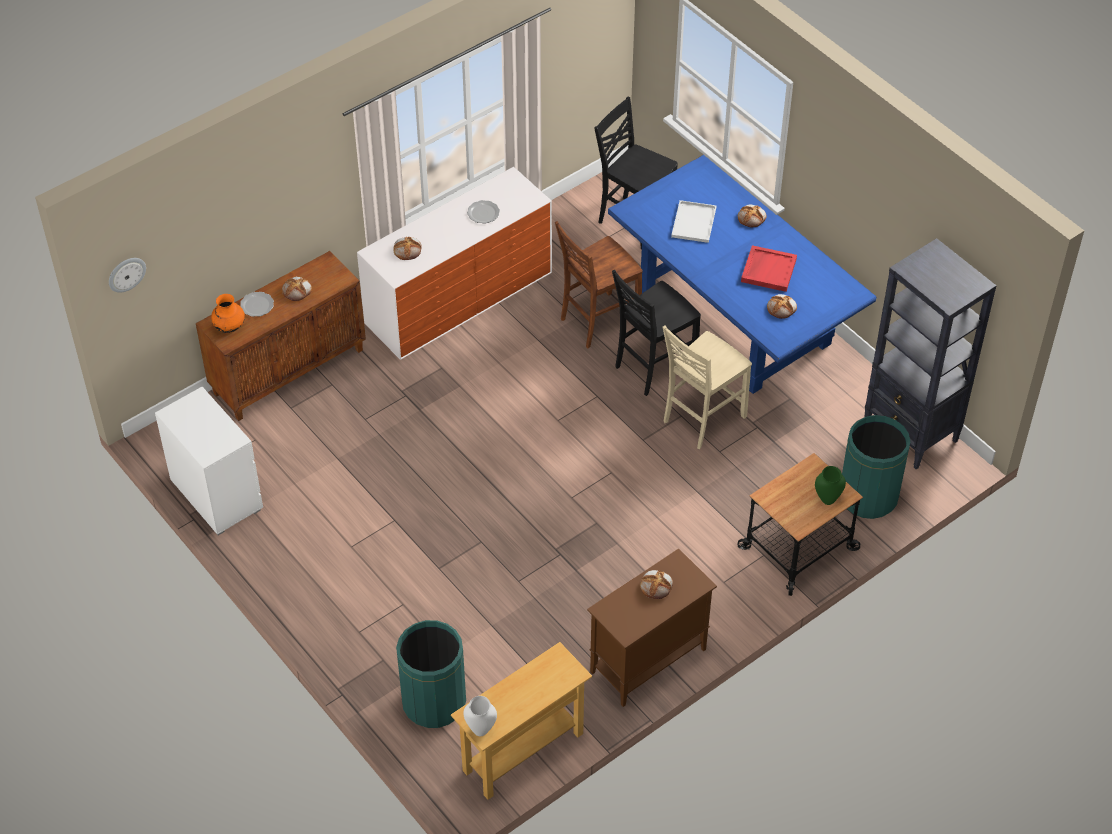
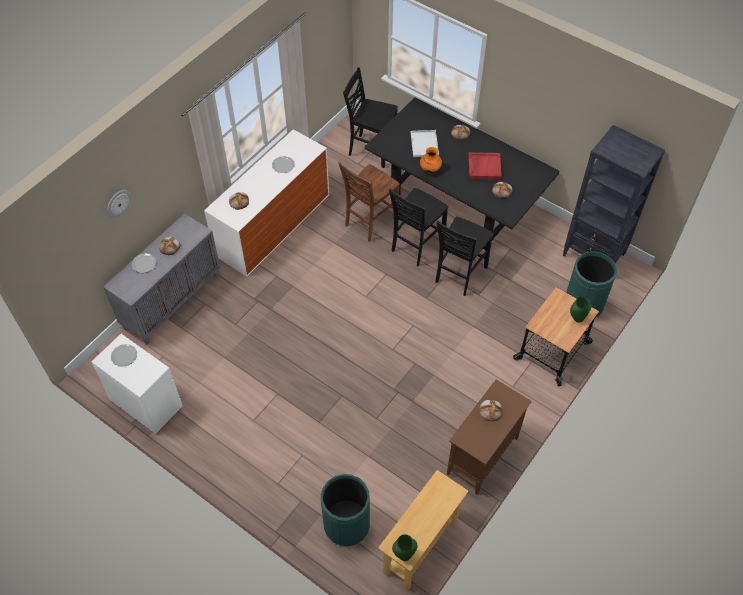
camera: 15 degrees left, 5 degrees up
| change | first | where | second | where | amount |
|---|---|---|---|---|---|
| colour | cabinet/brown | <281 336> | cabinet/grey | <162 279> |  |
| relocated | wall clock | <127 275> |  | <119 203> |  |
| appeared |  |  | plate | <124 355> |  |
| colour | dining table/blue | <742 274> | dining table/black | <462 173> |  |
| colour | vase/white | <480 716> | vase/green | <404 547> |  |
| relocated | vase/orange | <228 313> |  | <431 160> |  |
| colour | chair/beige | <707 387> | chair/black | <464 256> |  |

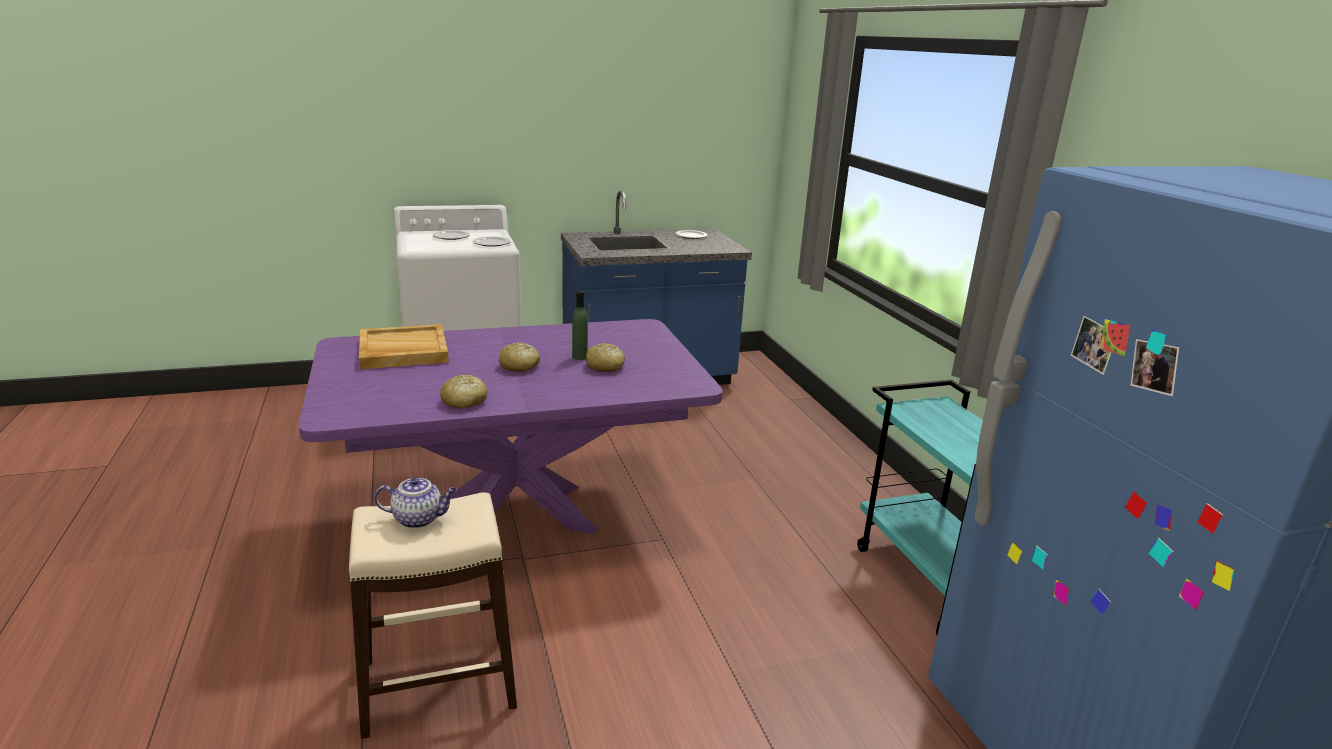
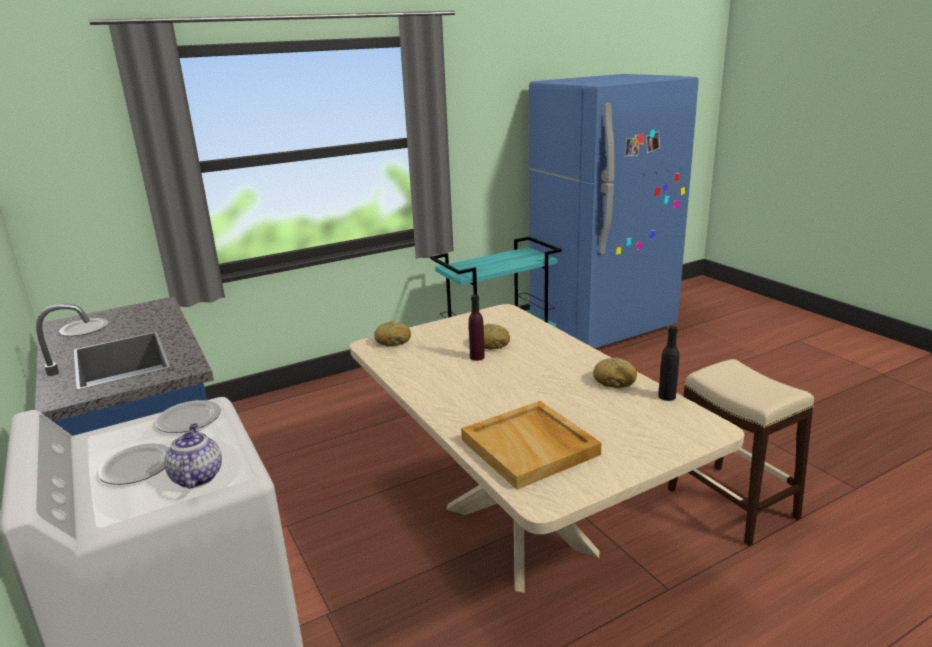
camera: 100 degrees left, 0 degrees up
| change | first | where | second | where | amount |
|---|---|---|---|---|---|
| relocated | teapot | <415 502> |  | <193 456> |  |
| colour | dining table/purple | <511 426> | dining table/beige | <547 448> |  |
| relocated | bread | <519 357> |  | <392 333> |  |
| colour | bottle/green | <580 325> | bottle/purple | <477 328> |  |
| appeared |  |  | bottle/black | <668 363> |  |

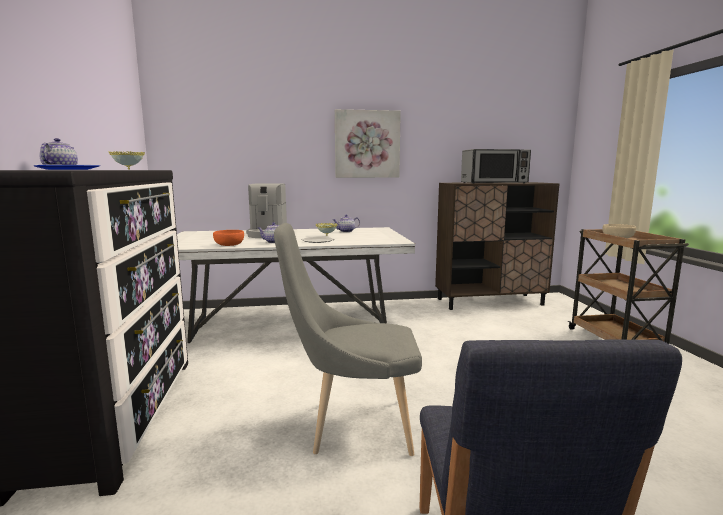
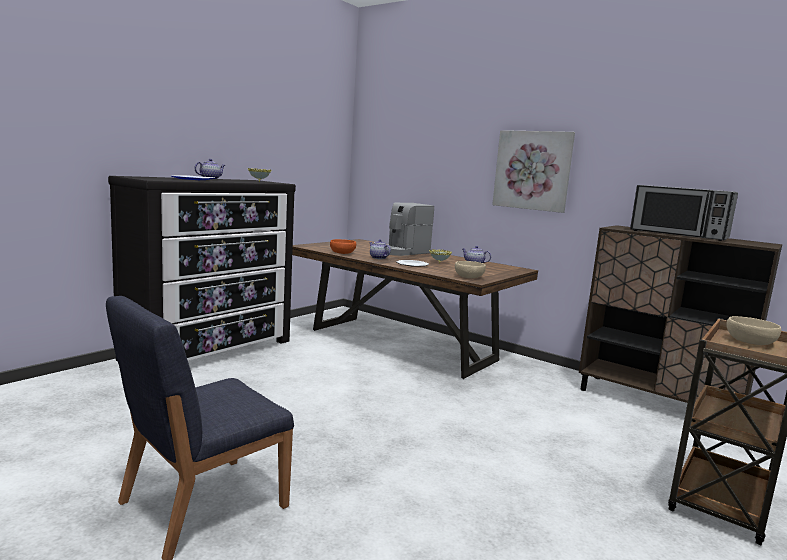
camera: 45 degrees right, 0 degrees up
| change | first | where | second | where | amount |
|---|---|---|---|---|---|
| colour | dining table/white | <296 285> | dining table/brown | <415 309> |  |
| appeared |  |  | bowl/beige | <470 269> |  |
| missing | chair/grey | <348 339> |  |  |  |

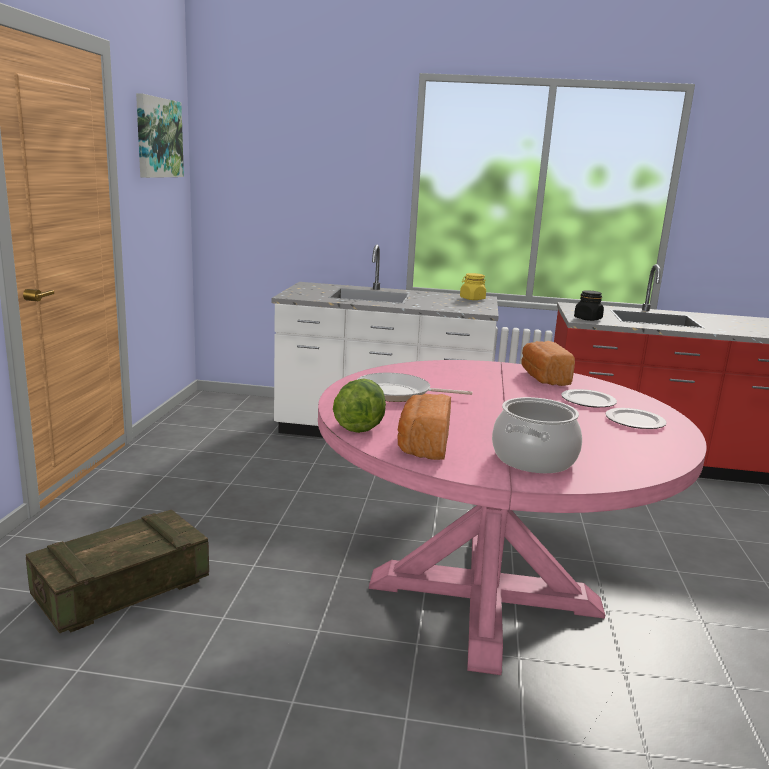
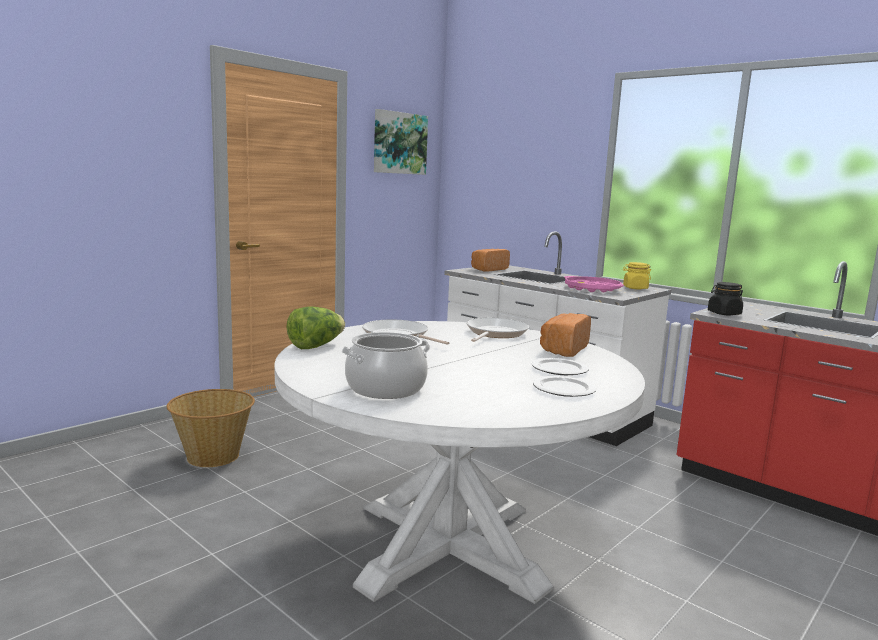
camera: 35 degrees right, 5 degrees down
| change | first | where | second | where | amount |
|---|---|---|---|---|---|
| exchanged | crate | <117 571> | basket | <211 428> |  |
| colour | dining table/pink | <512 517> | dining table/white | <460 462> |  |
| appeared |  |  | frying pan | <497 329> |  |
| relocated | bread | <424 427> |  | <490 260> |  |
| appeared |  |  | tray/pink | <594 284> |  |

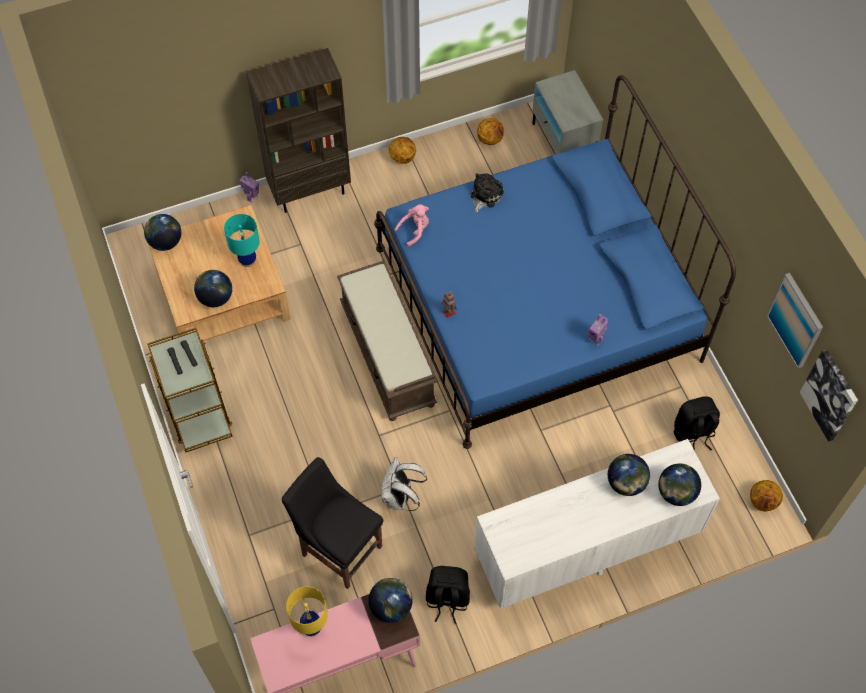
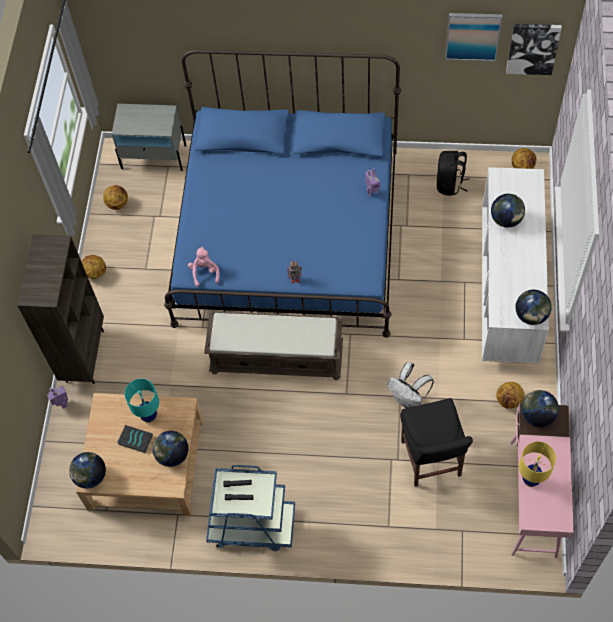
camera: 60 degrees left, 0 degrees up
| change | first | where | second | where | amount |
|---|---|---|---|---|---|
| appeared |  |  | book | <135 439> |  |
| colour | cart/brown | <190 390> | cart/blue | <250 508> |  |
| spun | chair/black | <332 523> |  | <436 442> | 75 degrees counterclockwise |
| exchanged | backpack/black | <448 595> | basketball | <510 395> |  |
| relocated | globe | <679 485> |  | <533 307> |  |
| missing | plush toy | <487 193> |  |  |  |

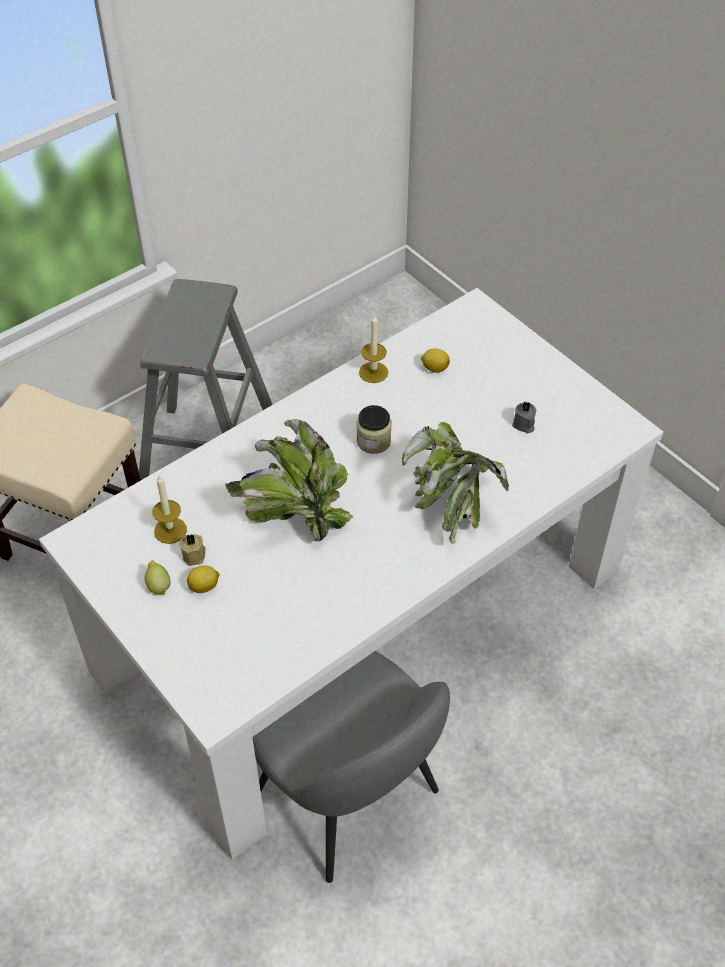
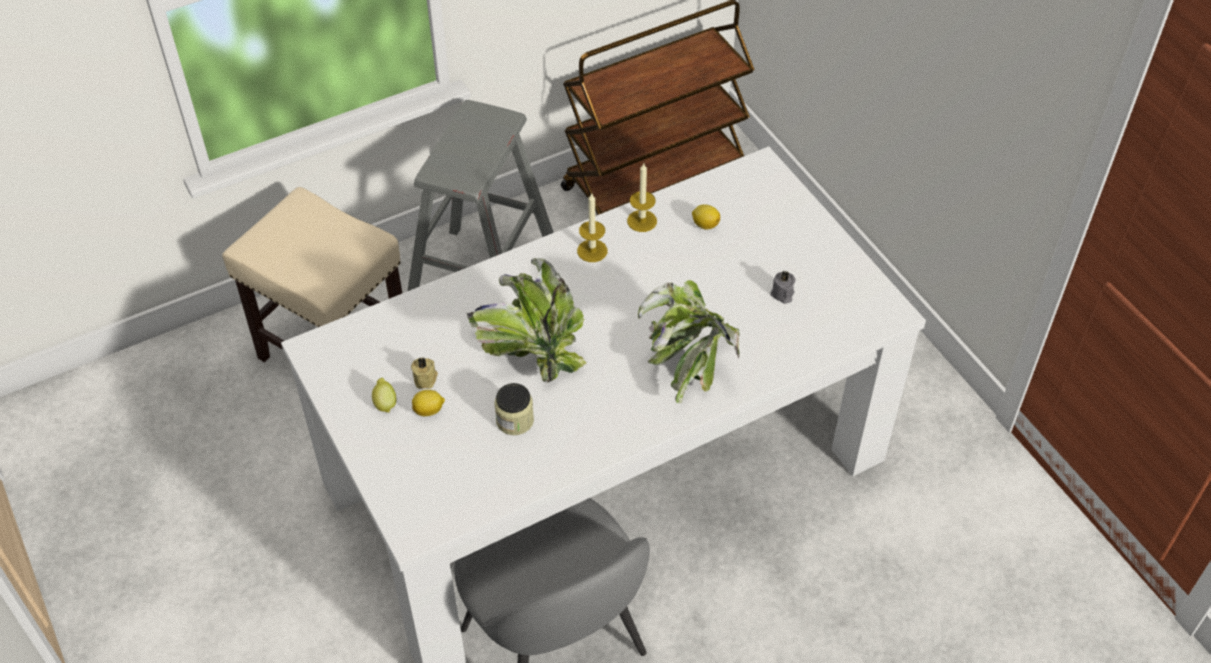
camera: 10 degrees right, 0 degrees up
| change | first | where | second | where | amount |
|---|---|---|---|---|---|
| relocated | jar | <374 429> |  | <514 409> |  |
| appeared |  |  | cart/brown | <658 107> |  |
| relocated | candle | <169 509> |  | <592 228> |  |

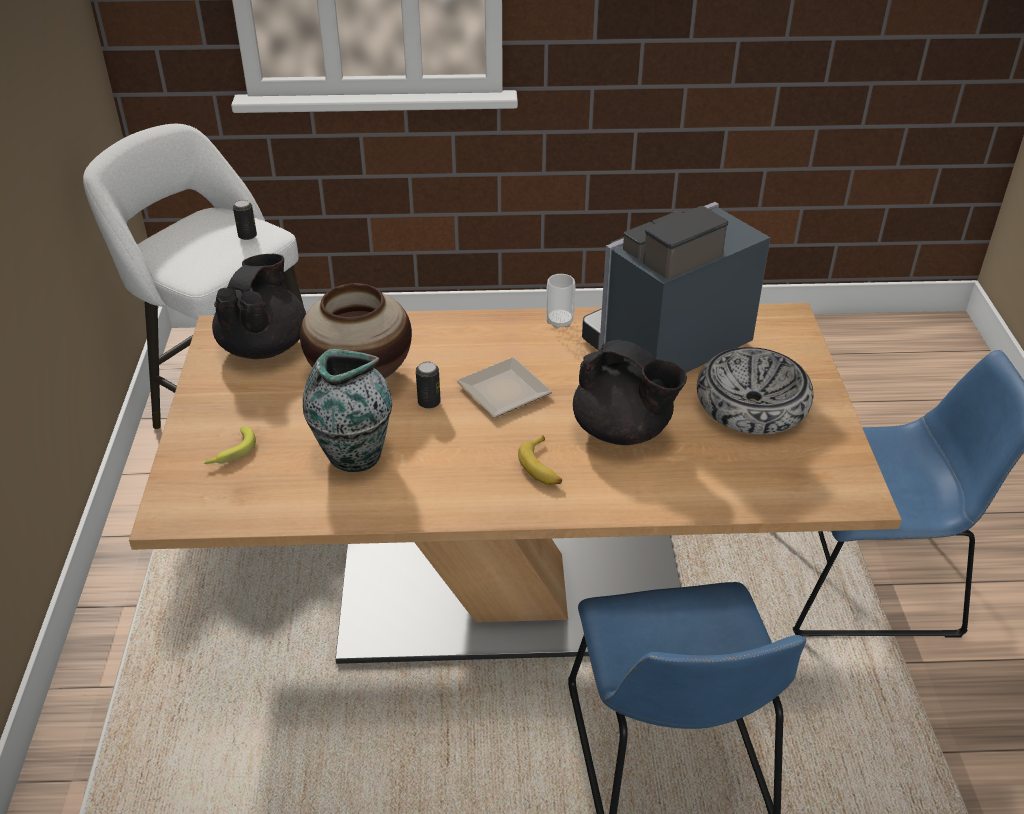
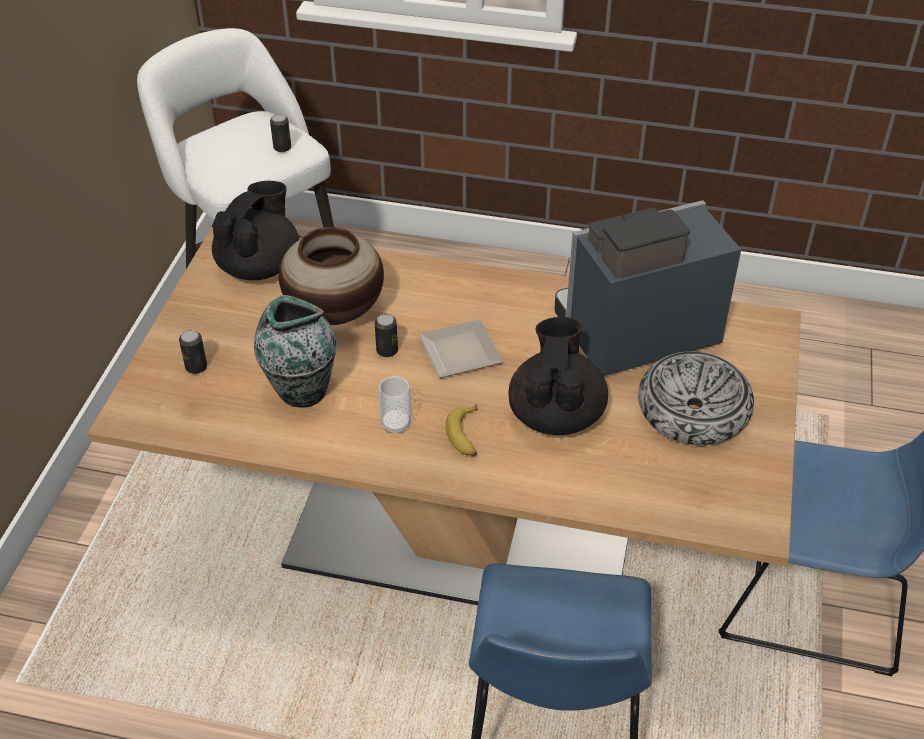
camera: 15 degrees right, 5 degrees up
| change | first | where | second | where | amount |
|---|---|---|---|---|---|
| exchanged | banana | <230 445> | can | <193 352> |  |
| relocated | cup | <561 301> |  | <395 405> |  |
| spun | teapot/black | <630 392> |  | <558 376> | 135 degrees counterclockwise |

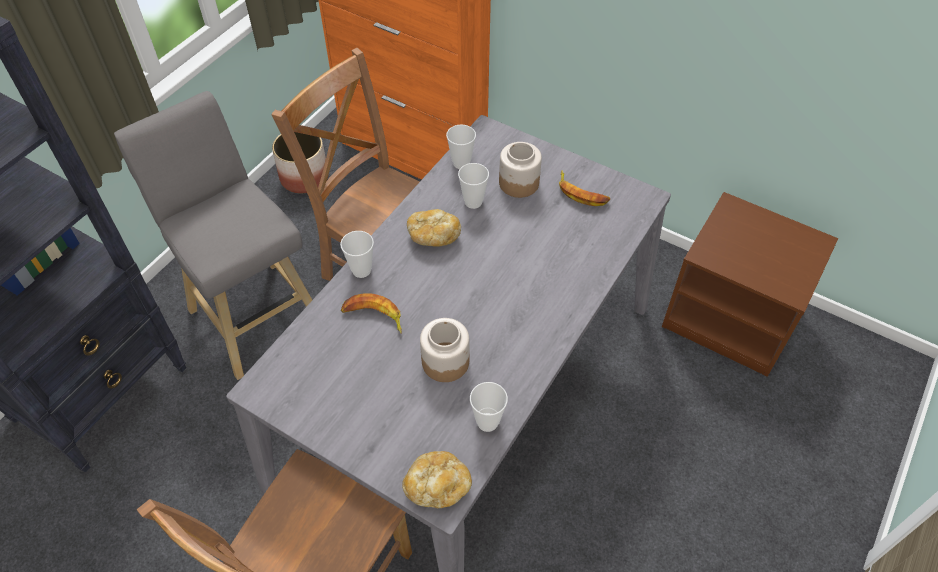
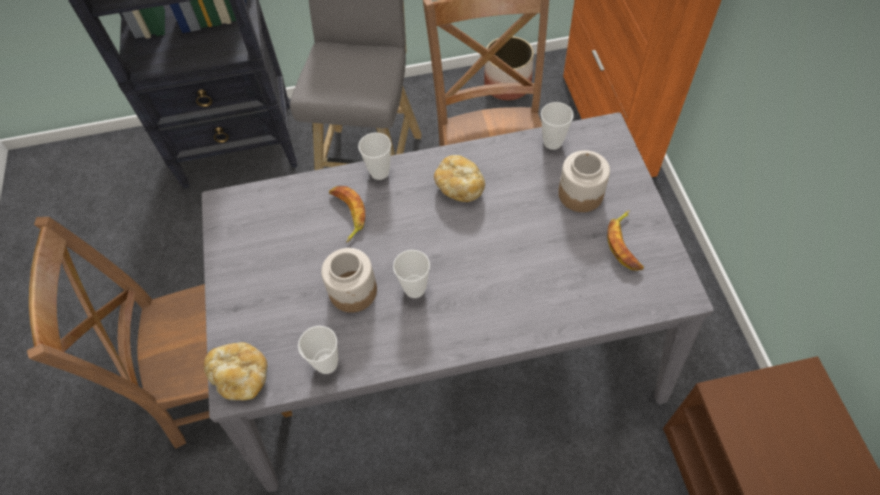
camera: 50 degrees right, 5 degrees up
| change | first | where | second | where | amount |
|---|---|---|---|---|---|
| relocated | cup | <473 186> |  | <411 274> |  |

